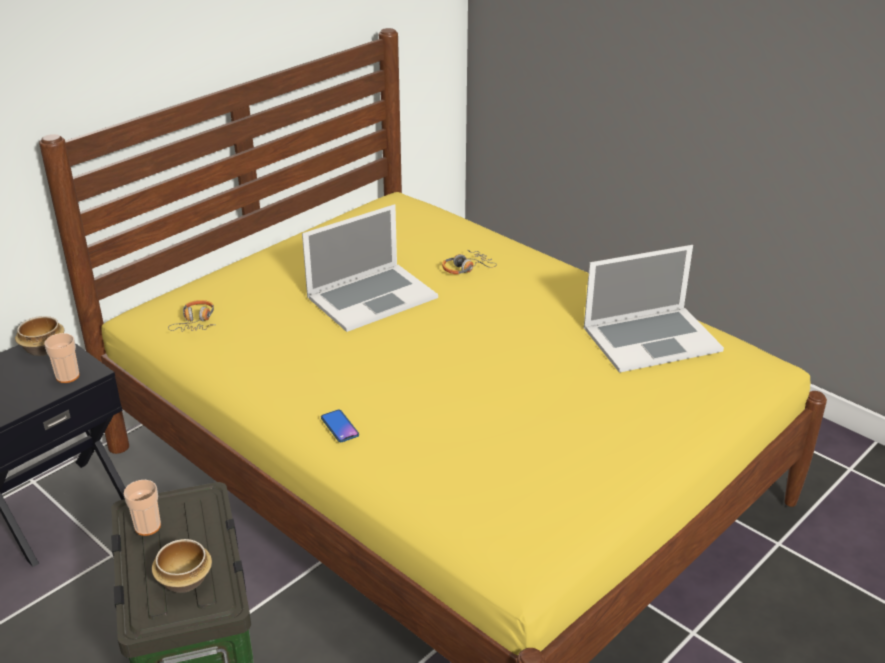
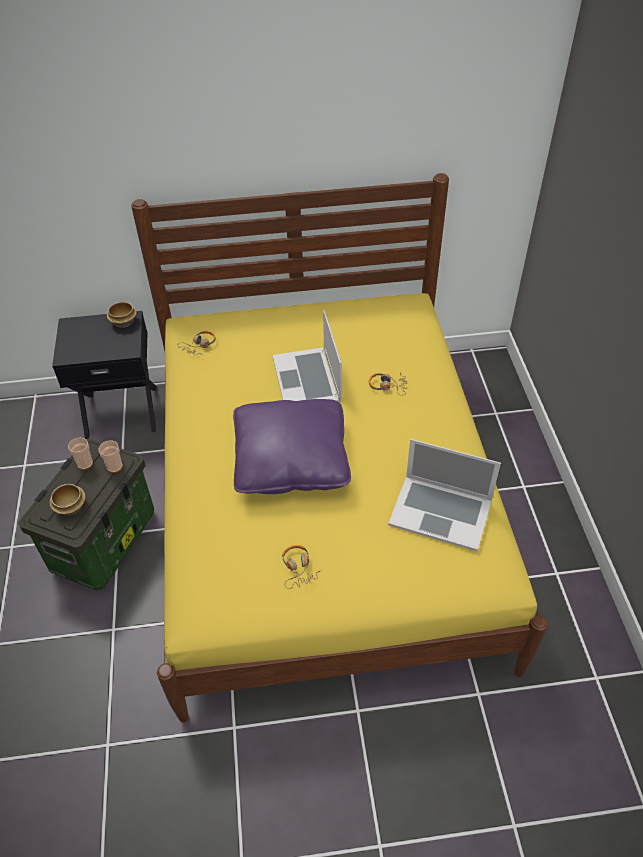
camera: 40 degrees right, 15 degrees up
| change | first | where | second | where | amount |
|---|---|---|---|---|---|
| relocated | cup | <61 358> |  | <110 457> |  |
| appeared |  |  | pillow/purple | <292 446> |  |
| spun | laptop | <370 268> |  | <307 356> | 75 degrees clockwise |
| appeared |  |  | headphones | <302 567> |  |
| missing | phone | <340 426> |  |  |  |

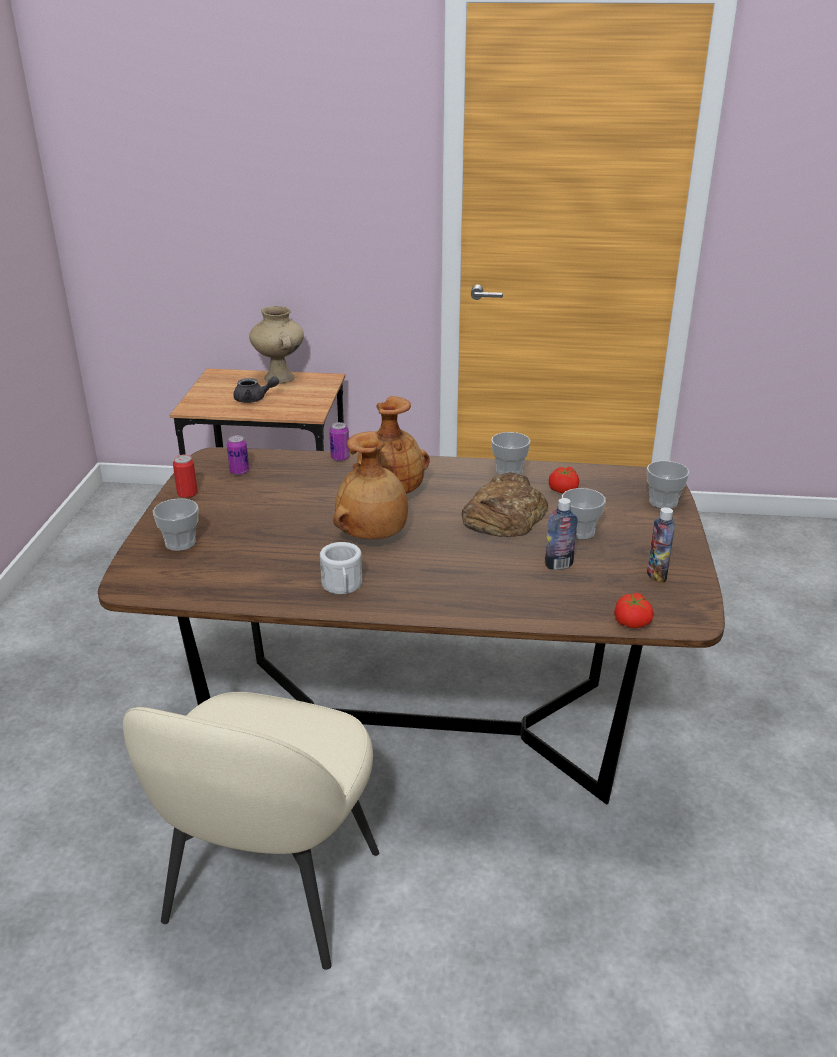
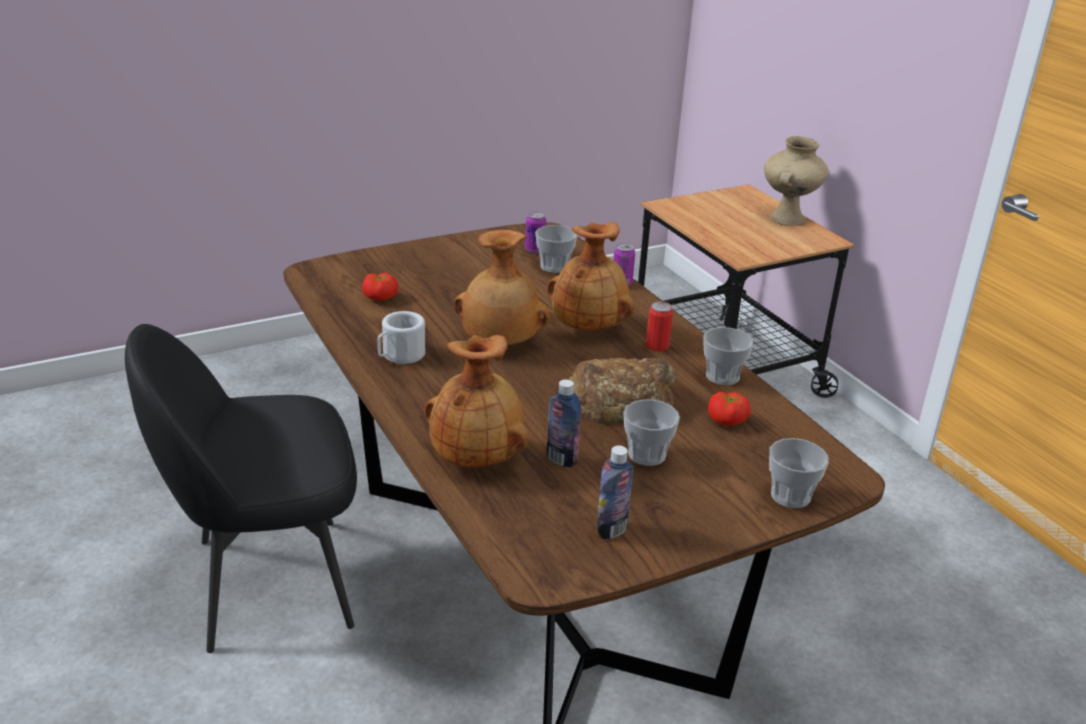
camera: 55 degrees right, 0 degrees up
| change | first | where | second | where | amount |
|---|---|---|---|---|---|
| colour | chair/beige | <251 831> | chair/black | <241 488> |  |
| relocated | tomato | <634 611> |  | <380 287> |  |
| appeared |  |  | vase/brown | <477 401> |  |
| relocated | cup | <175 524> |  | <556 249> |  |
| relocated | can | <185 476> |  | <659 326> |  |
| missing | teapot/grey | <256 389> |  |  |  |

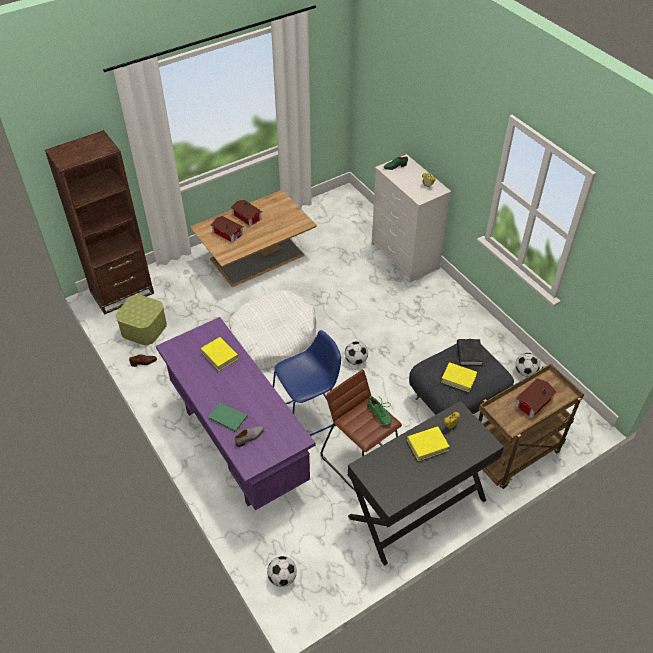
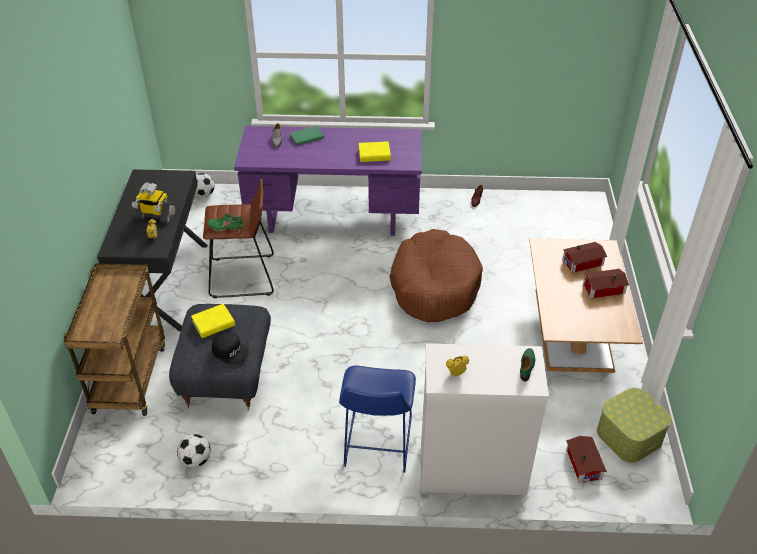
camera: 125 degrees right, 5 degrees down
| change | first | where | second | where | amount |
|---|---|---|---|---|---|
| exchanged | book/yellow | <428 443> | toy robot | <154 202> |  |
| exchanged | book/black | <470 352> | cap/black | <230 348> |  |
| relocated | stool/blue | <307 383> |  | <377 419> |  |
| colour | dog bed/white | <273 330> | dog bed/brown | <436 275> |  |
| relocated | toy house | <536 398> |  | <586 459> |  |
| relocated | storage box | <141 320> |  | <634 425> |  |
| missing | bookcase/brown | <99 222> |  |  |  |
| missing | football | <356 353> |  |  |  |

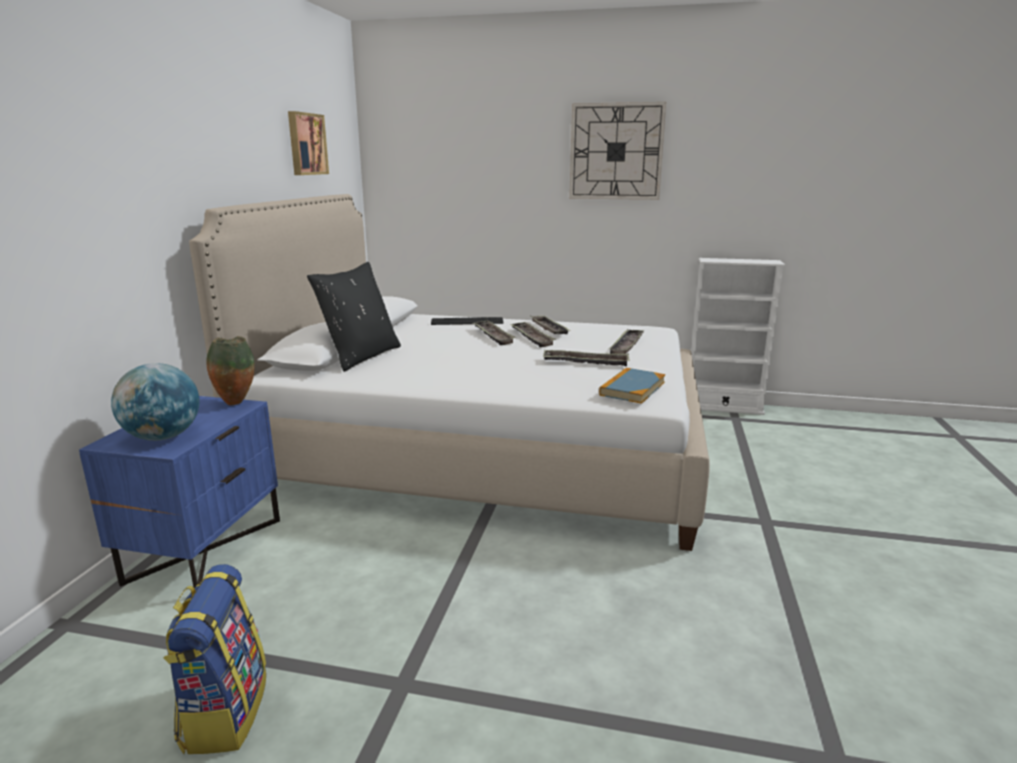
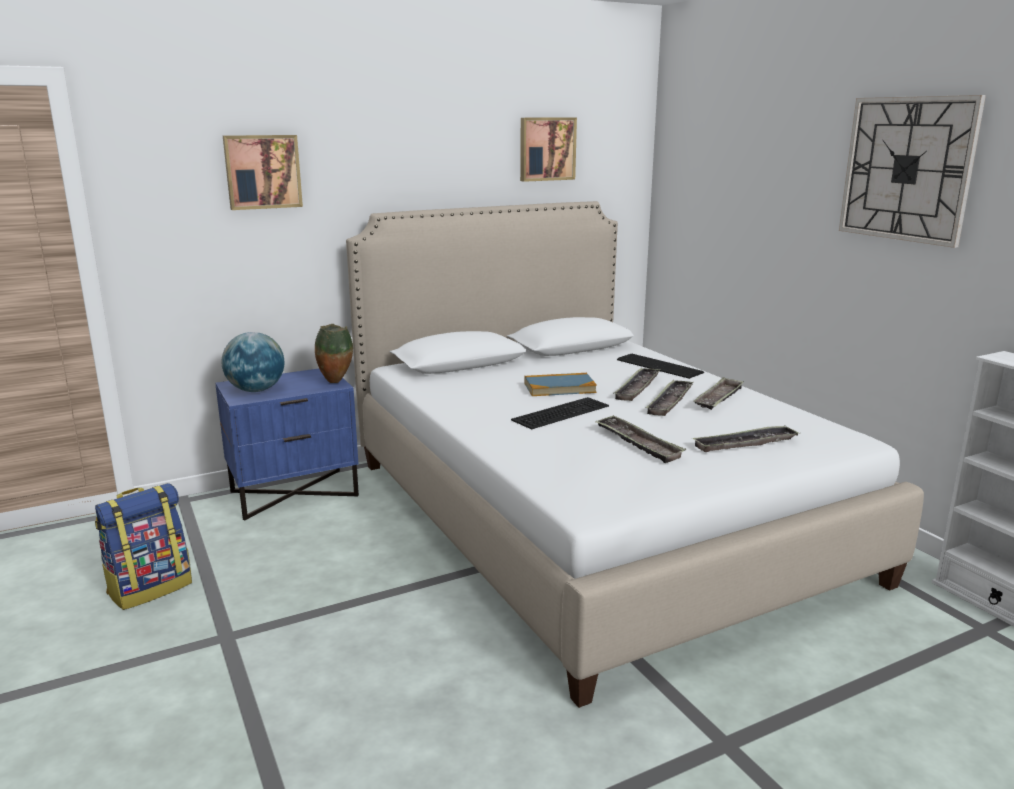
camera: 50 degrees right, 0 degrees up
| change | first | where | second | where | amount |
|---|---|---|---|---|---|
| appeared |  |  | picture | <263 172> |  |
| appeared |  |  | keyboard | <560 413> |  |
| relocated | book | <632 386> |  | <560 384> |  |
| missing | pillow/black | <354 317> |  |  |  |

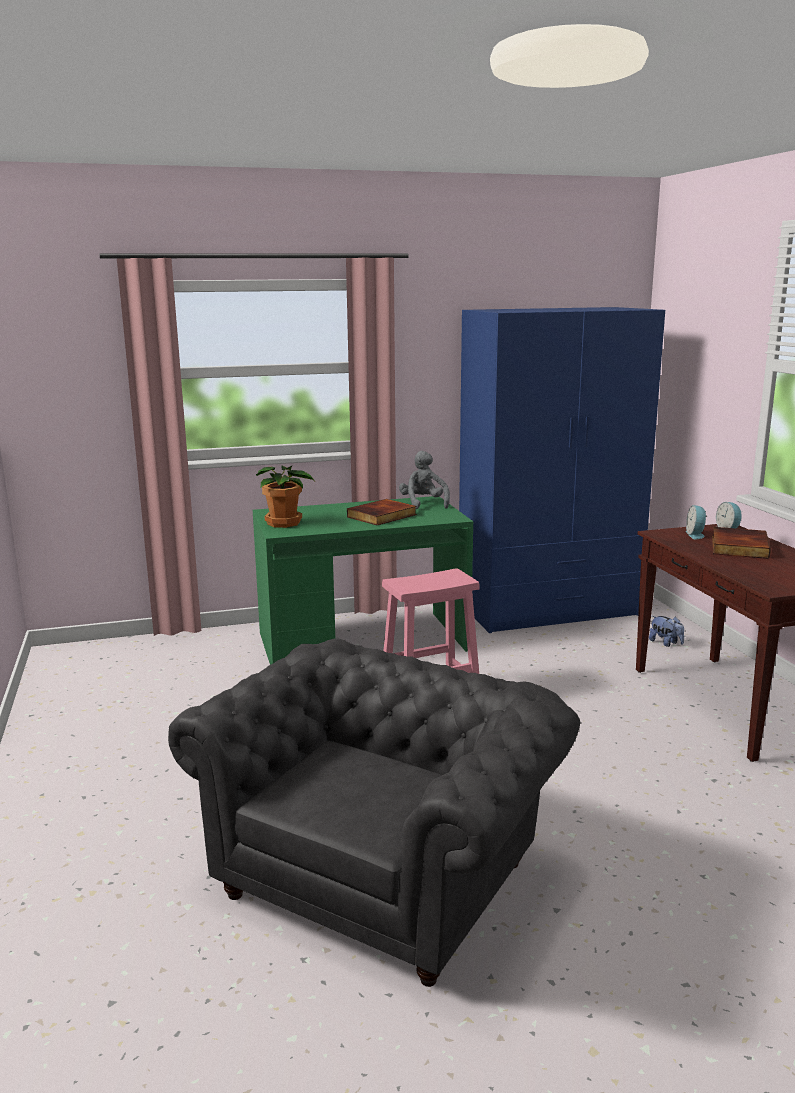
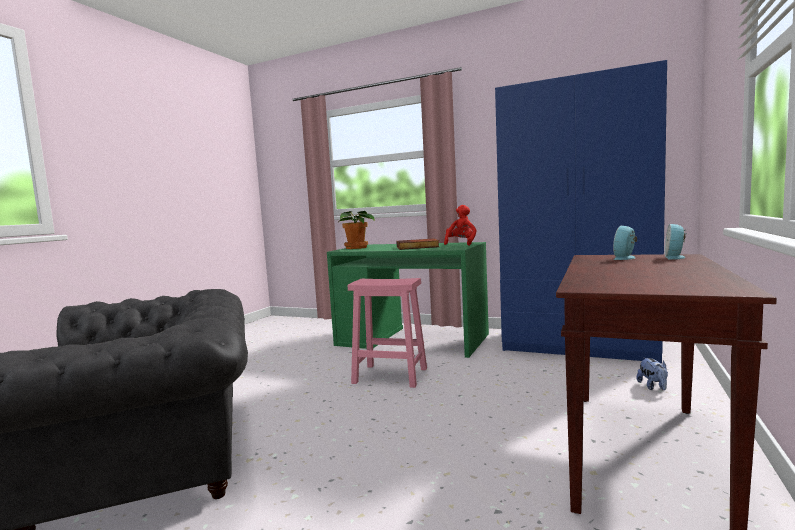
camera: 40 degrees right, 10 degrees down
| change | first | where | second | where | amount |
|---|---|---|---|---|---|
| colour | plush toy/grey | <424 480> | plush toy/red | <460 225> |  |
| missing | book | <741 543> |  |  |  |

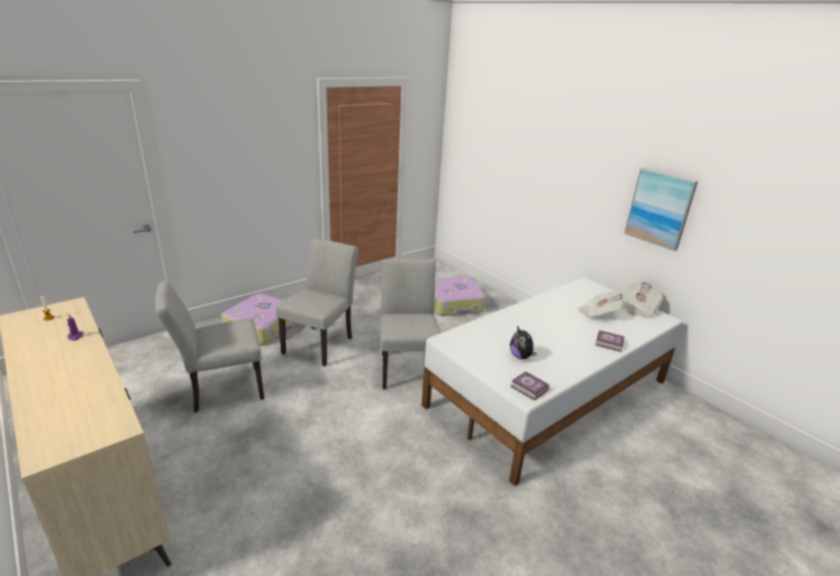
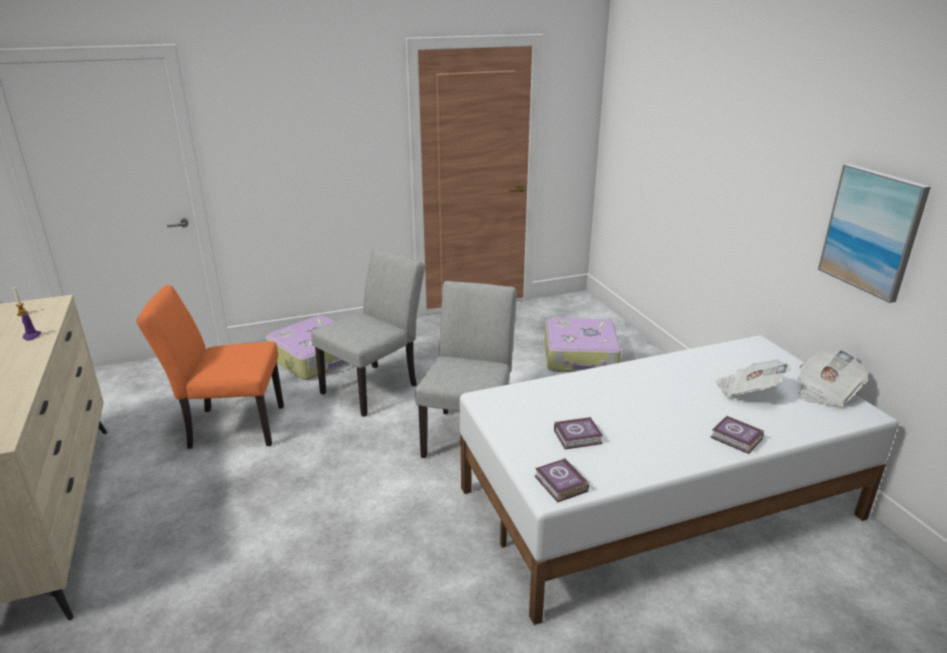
camera: 20 degrees right, 0 degrees up
| change | first | where | second | where | amount |
|---|---|---|---|---|---|
| colour | chair/grey | <209 346> | chair/orange | <210 367> |  |
| exchanged | plush toy | <523 342> | book | <578 433> |  |

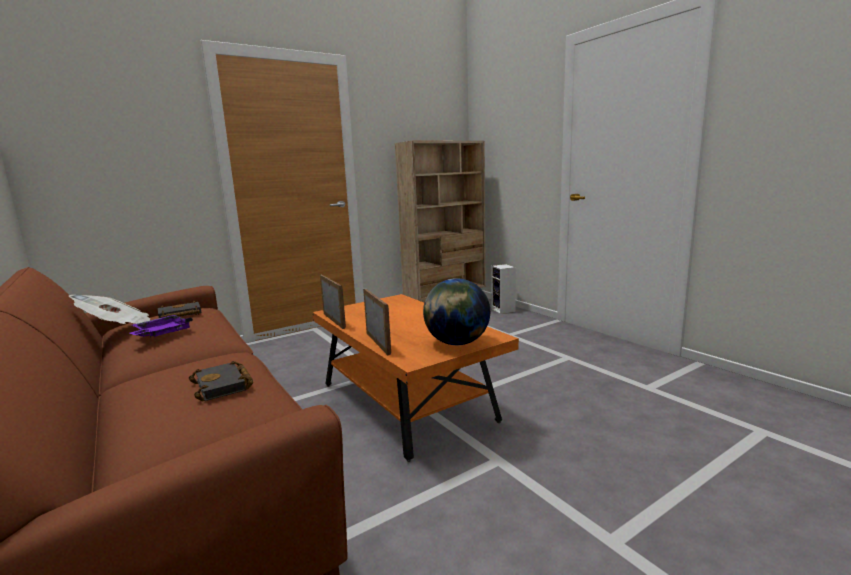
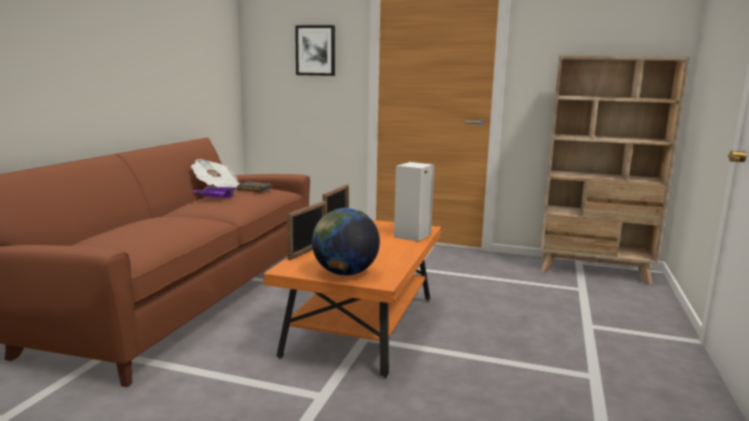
camera: 50 degrees right, 0 degrees up
| change | first | where | second | where | amount |
|---|---|---|---|---|---|
| appeared |  |  | picture | <315 50> |  |
| relocated | speaker | <503 289> |  | <414 202> |  |
| missing | book/black | <221 381> |  |  |  |

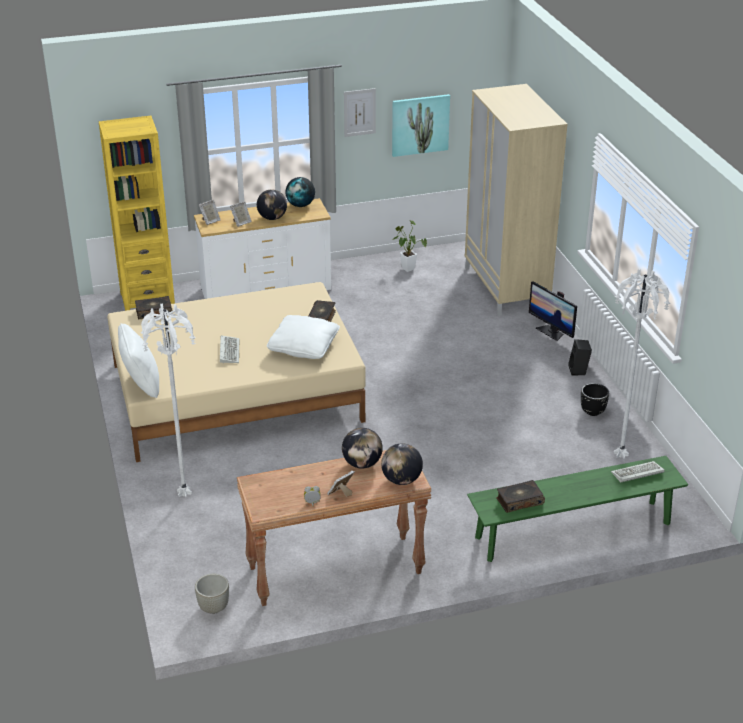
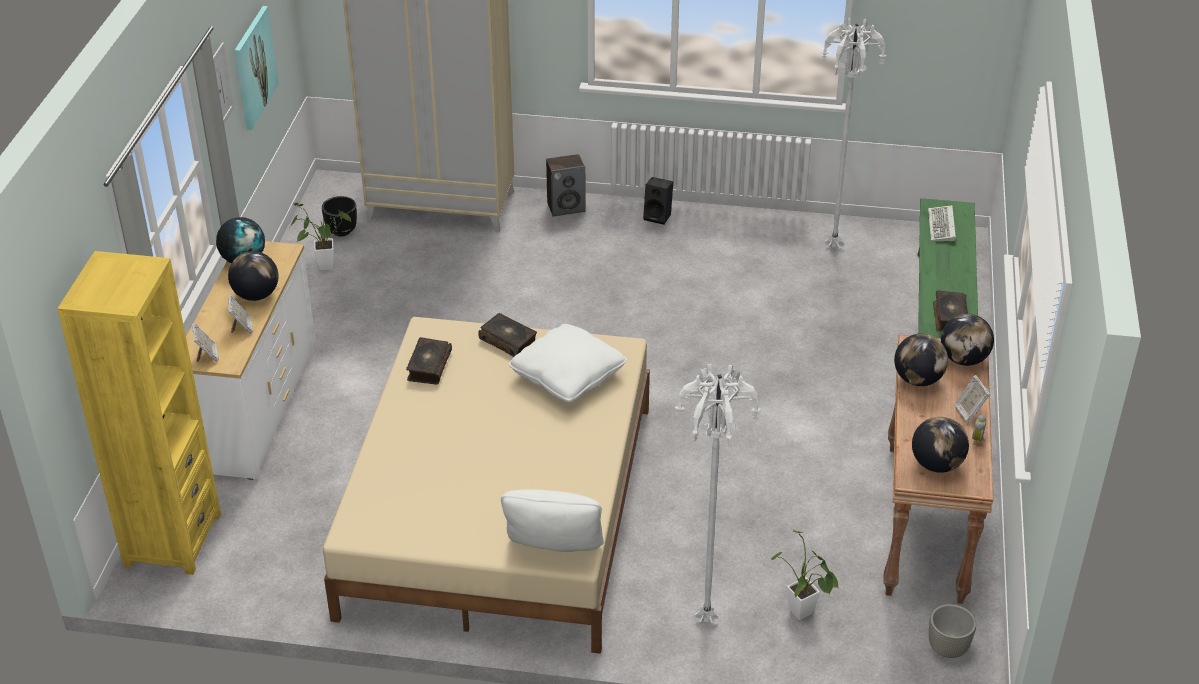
camera: 65 degrees left, 5 degrees up
| change | first | where | second | where | amount |
|---|---|---|---|---|---|
| relocated | planter/black | <595 399> |  | <339 216> |  |
| relocated | book | <154 307> |  | <429 361> |  |
| exchanged | monitor | <553 311> | speaker | <566 185> |  |
| appeared |  |  | potted plant | <805 575> |  |
| appeared |  |  | globe | <940 445> |  |
| missing | keyboard | <229 349> |  |  |  |

